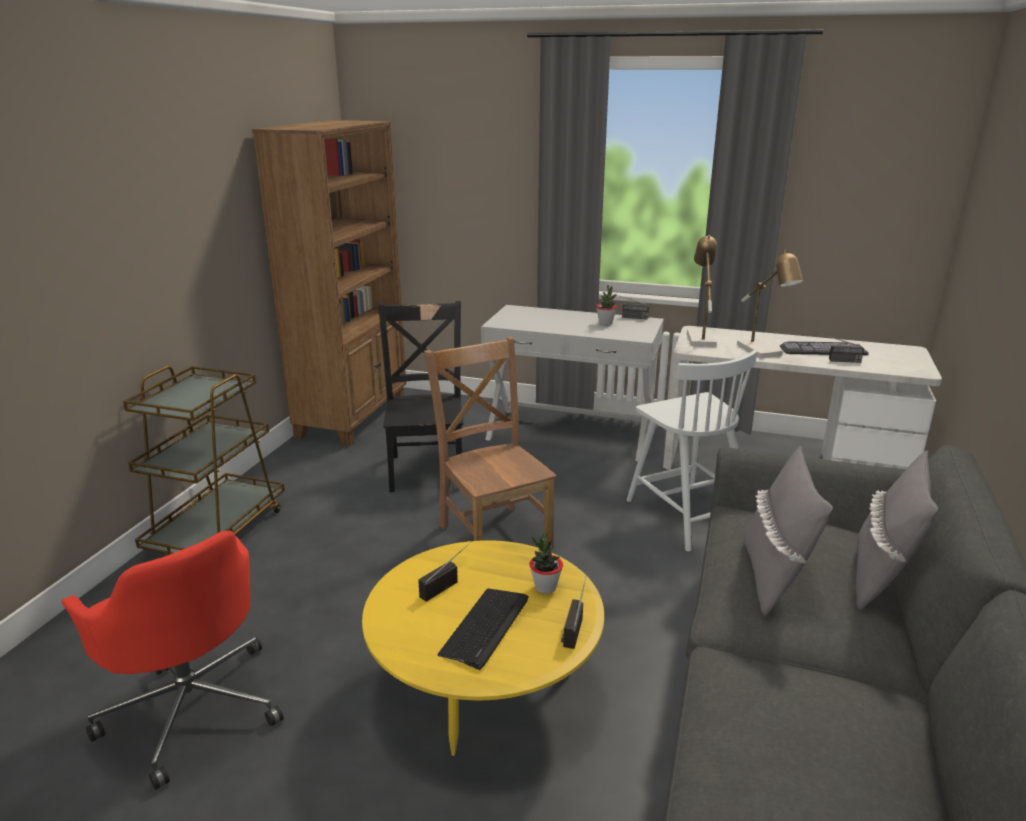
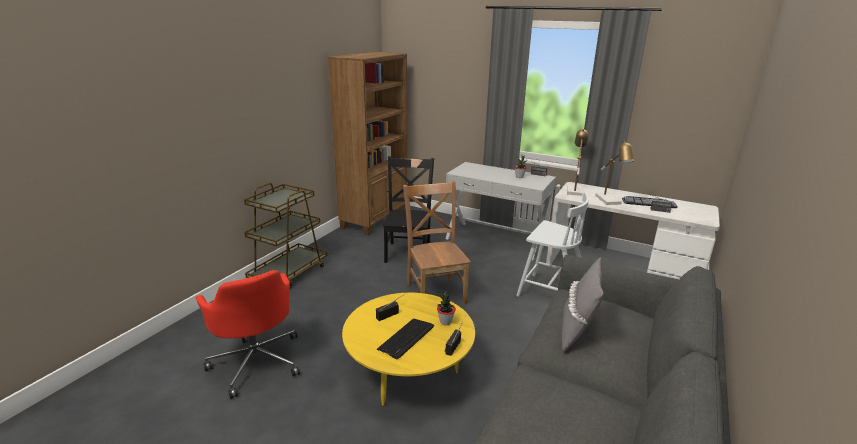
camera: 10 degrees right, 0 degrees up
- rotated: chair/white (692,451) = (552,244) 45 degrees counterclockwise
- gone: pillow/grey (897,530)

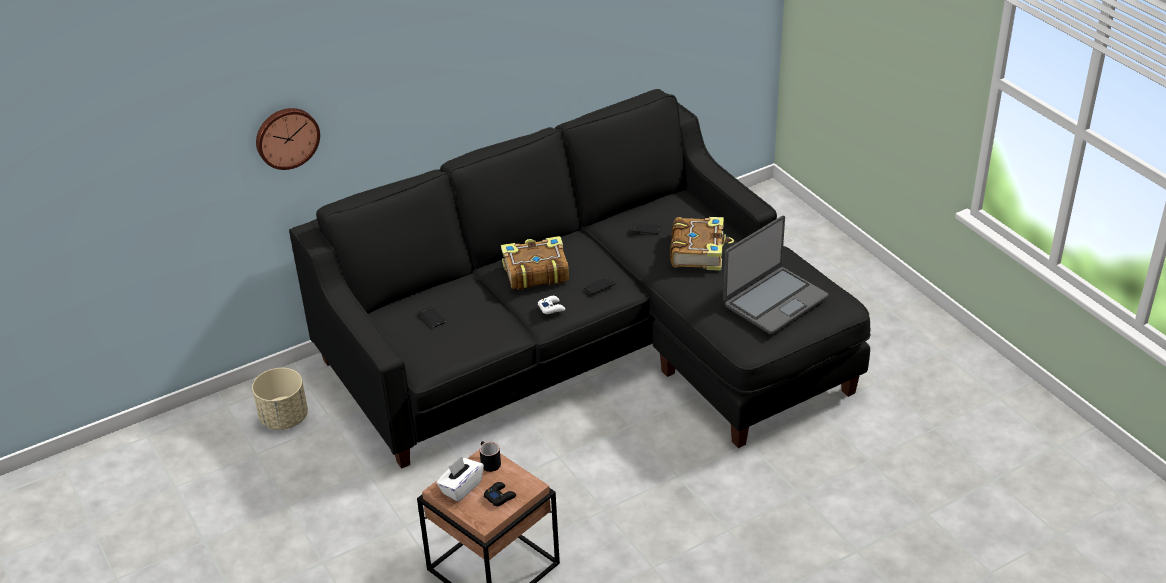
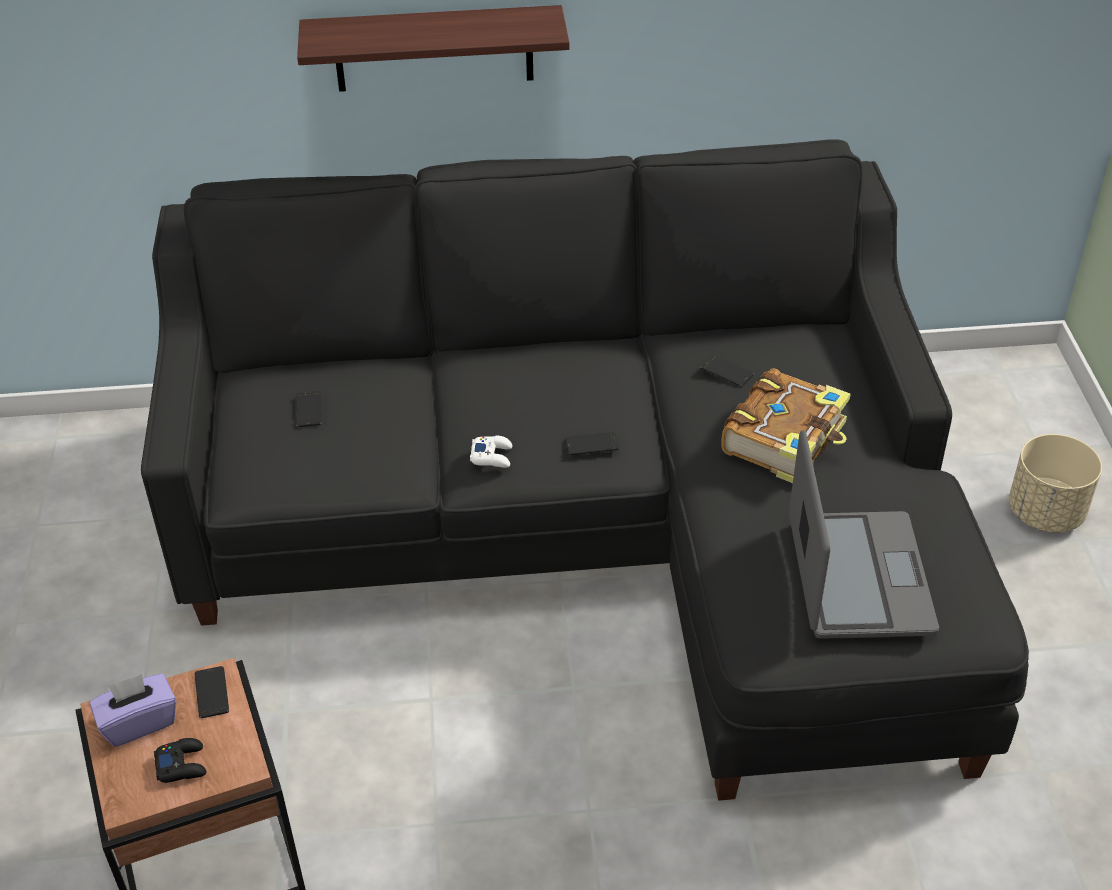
camera: 25 degrees right, 5 degrees up
- repainted: tissue box/white (460,479) to tissue box/purple (133,710)
- swapped: mug/black (490,456) to phone (212,692)
- new: shelf (433,48)
- rotated: laptop (775,275) = (864,534) 75 degrees counterclockwise
- shifted: planter/beige (280,399) to (1055,483)
- gone: wall clock (288,139)
- gone: book (535,263)

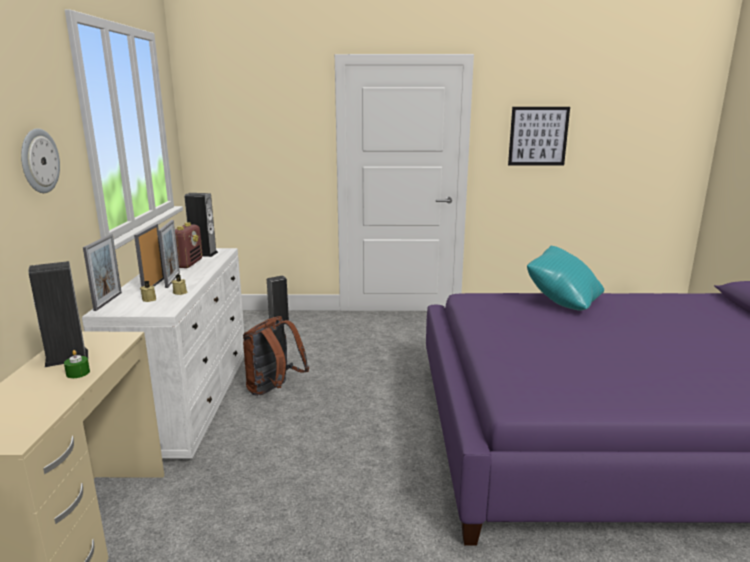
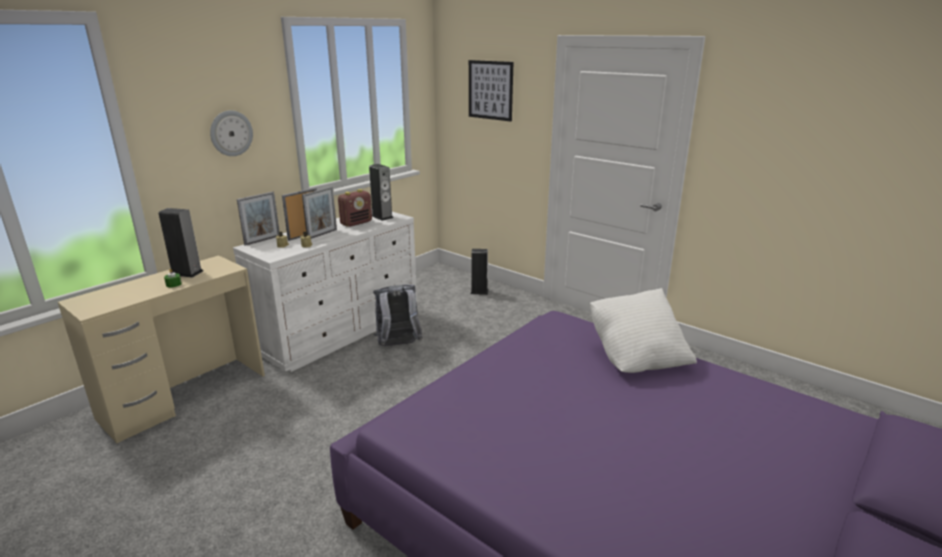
camera: 40 degrees right, 5 degrees up
- repainted: backpack/brown (276,356) to backpack/grey (398,315)
- shifted: picture (539,136) to (491,90)
- repainted: pillow/turquoise (565,278) to pillow/white (643,330)

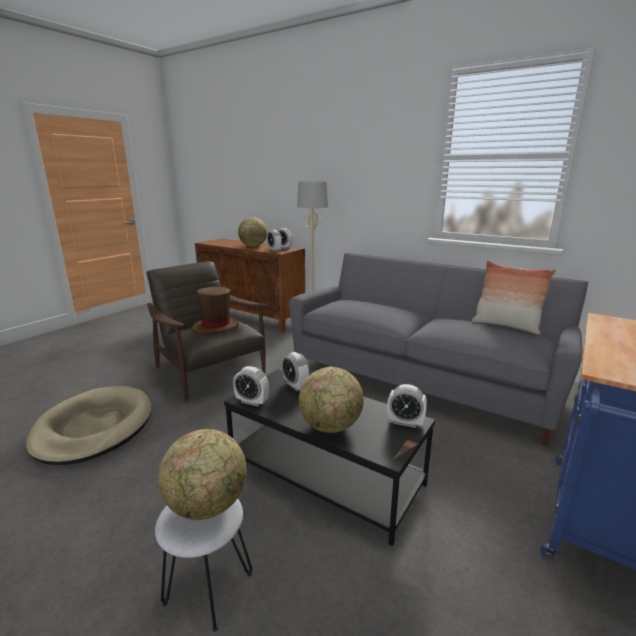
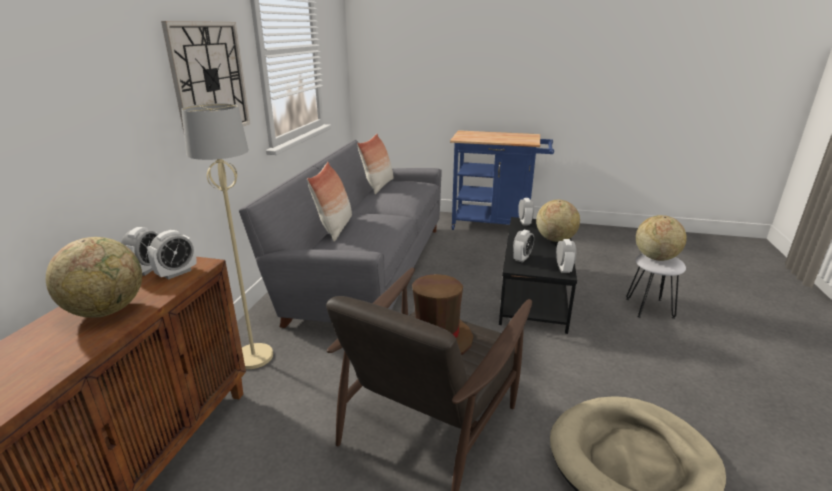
camera: 110 degrees left, 5 degrees up
- new: wall clock (205,76)
- new: pillow (329,202)

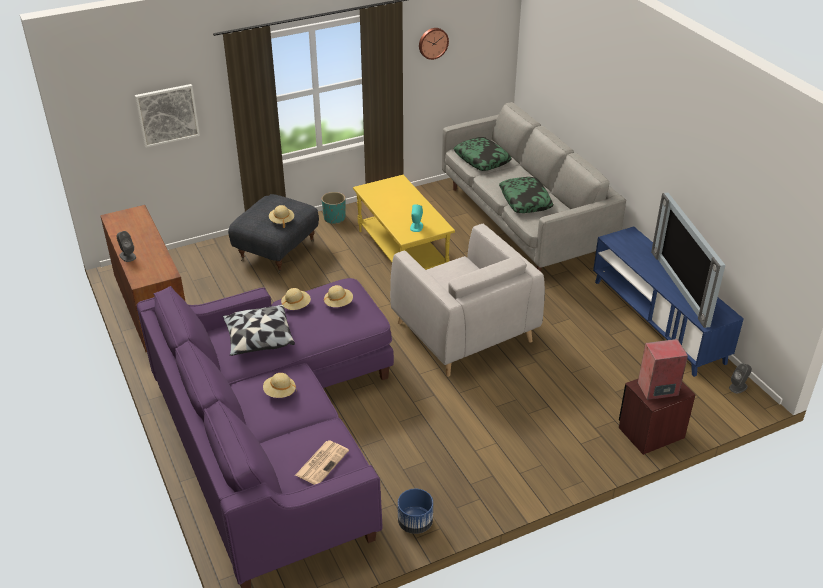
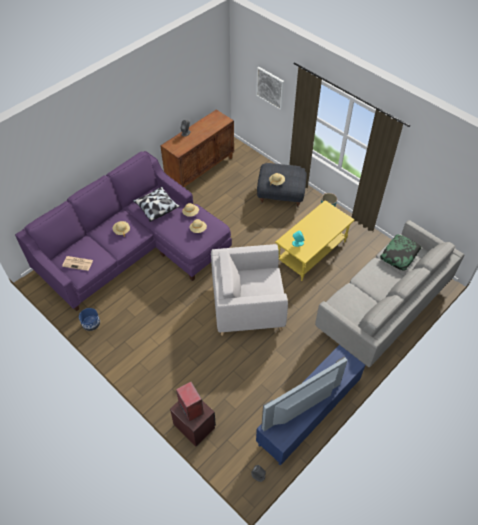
camera: 70 degrees right, 15 degrees up
- rotated: armchair/grey (467,300) = (249,290) 45 degrees clockwise
- gone: wall clock (434,44)
- gone: pillow (526,195)

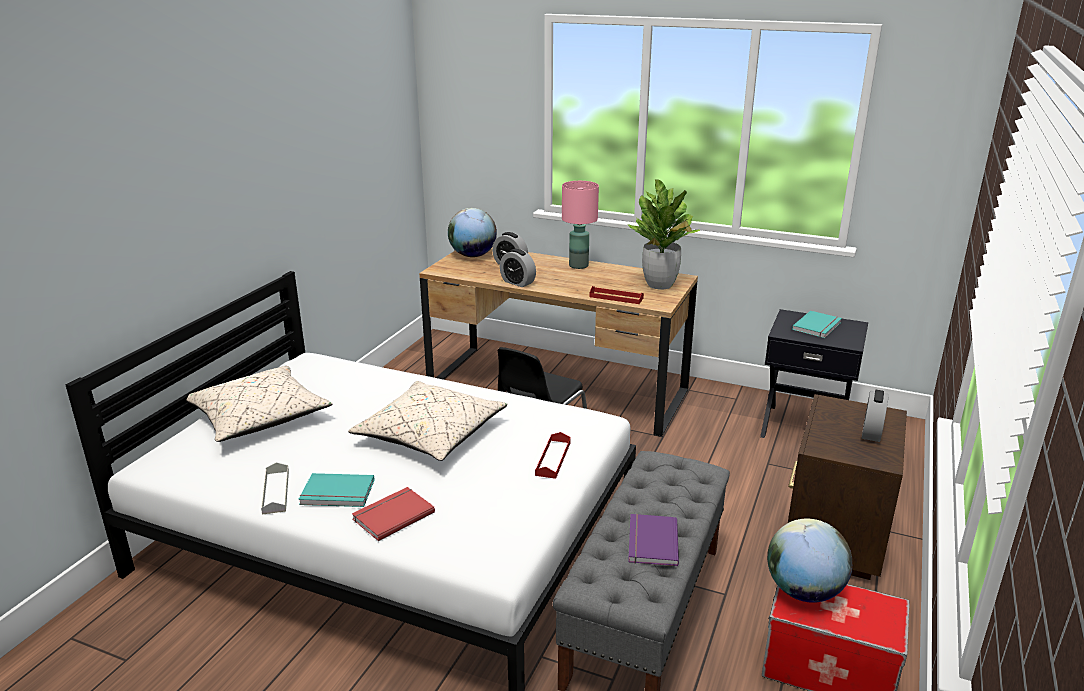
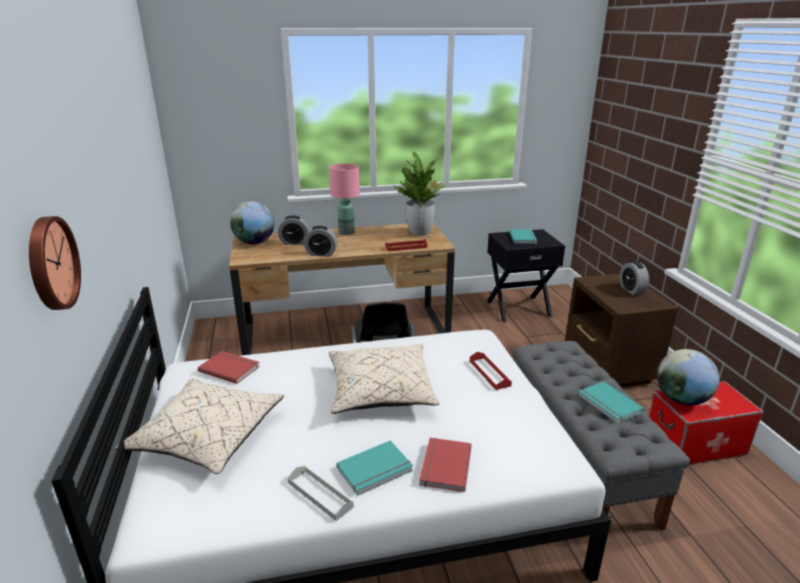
camera: 35 degrees left, 0 degrees up
- new: wall clock (55,263)
- new: book/red (229,367)
- repainted: book/purple (653,540) to book/turquoise (611,402)

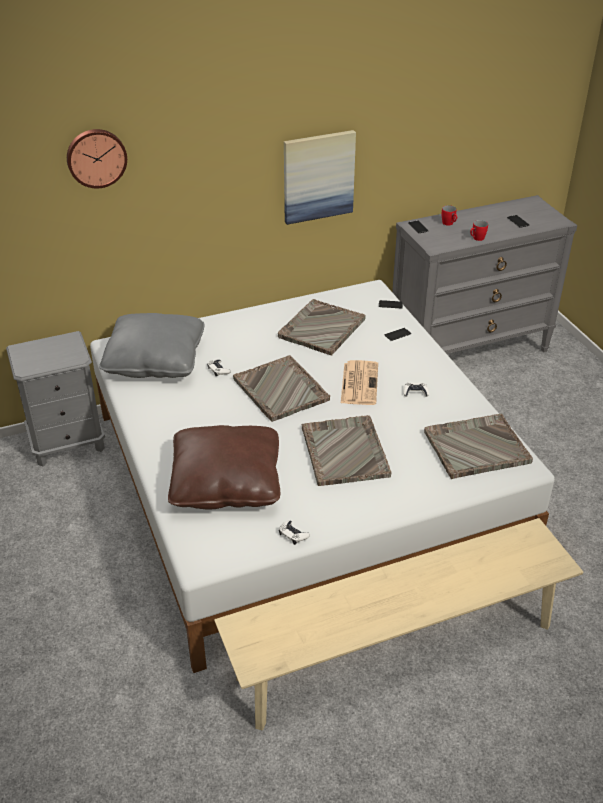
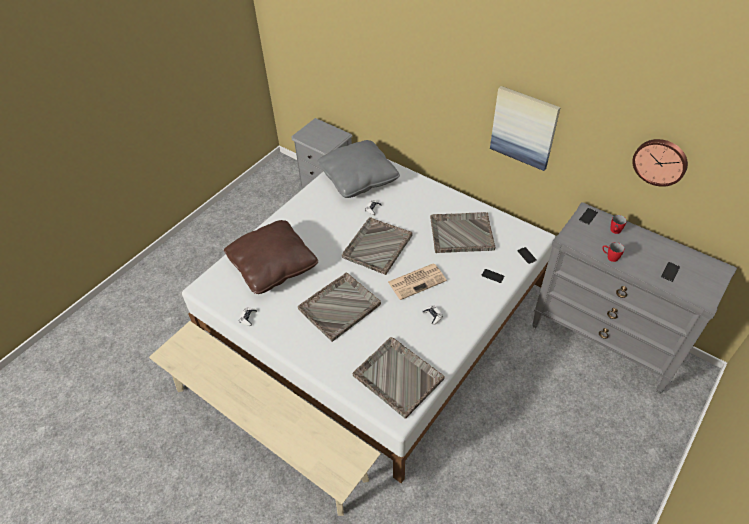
camera: 60 degrees right, 10 degrees up
- shifted: wall clock (97,159) to (660,163)

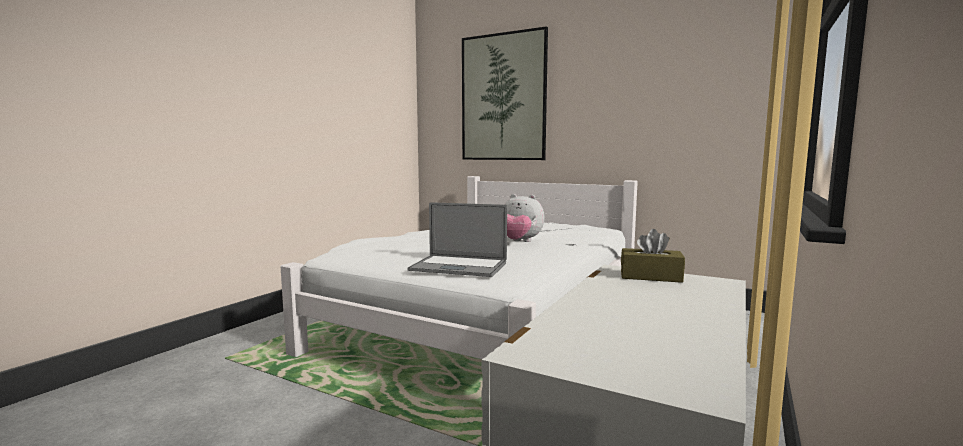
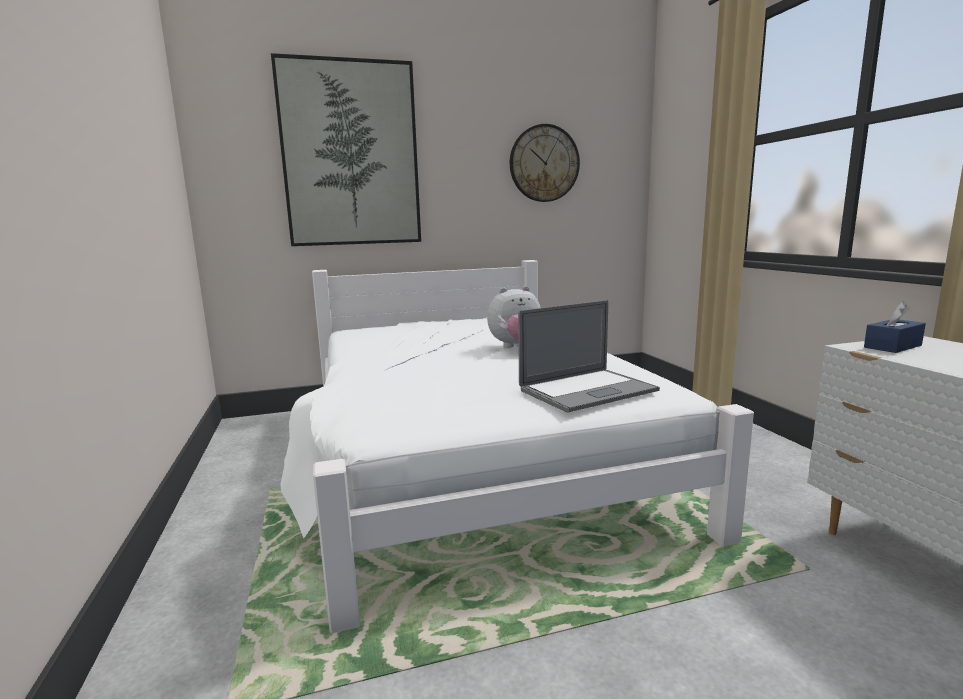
camera: 45 degrees left, 5 degrees up
- new: wall clock (545,163)
- repainted: tissue box/brown (653,256) to tissue box/blue (895,327)

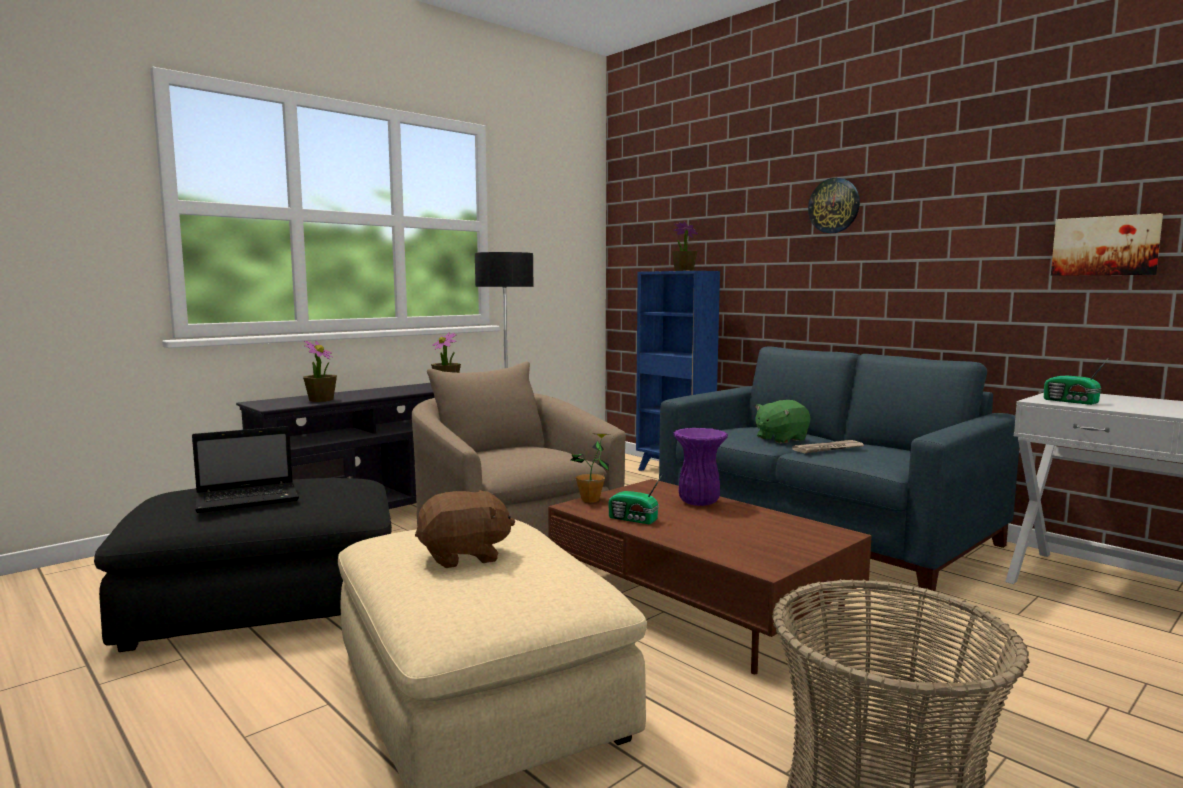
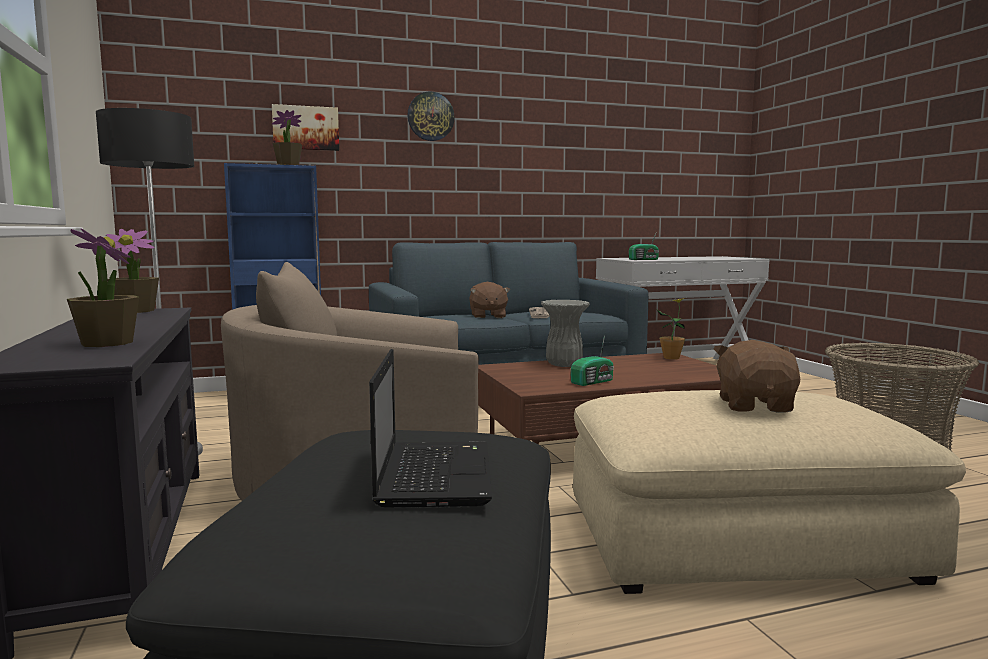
camera: 65 degrees left, 0 degrees up
- shifted: picture (1107,244) to (305,127)
- repainted: plush toy/green (782,422) to plush toy/brown (489,300)
- repainted: vase/purple (700,467) to vase/grey (565,333)
- shifted: potted plant (590,468) to (670,329)

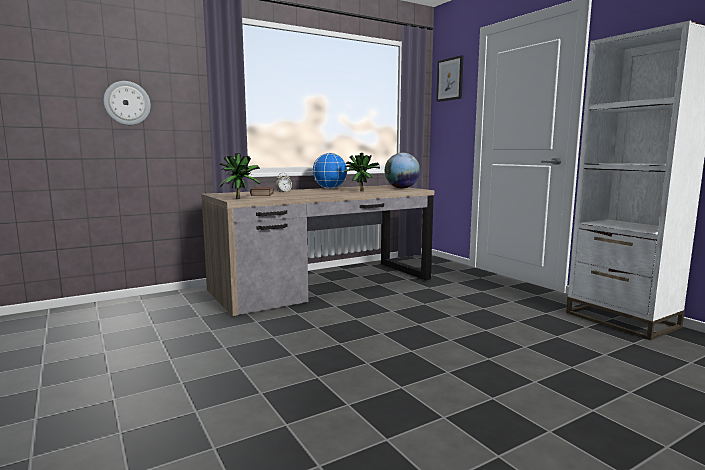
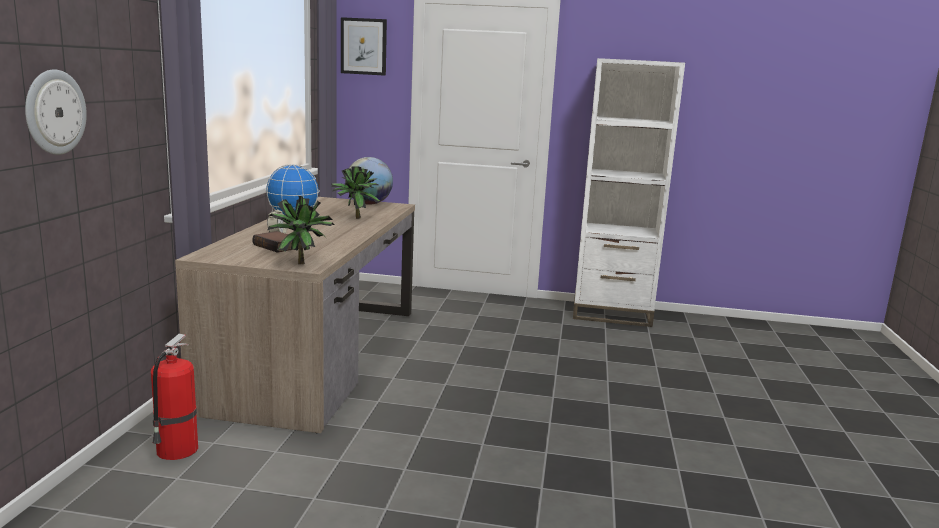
camera: 50 degrees left, 5 degrees up
- new: fire extinguisher (174,397)

